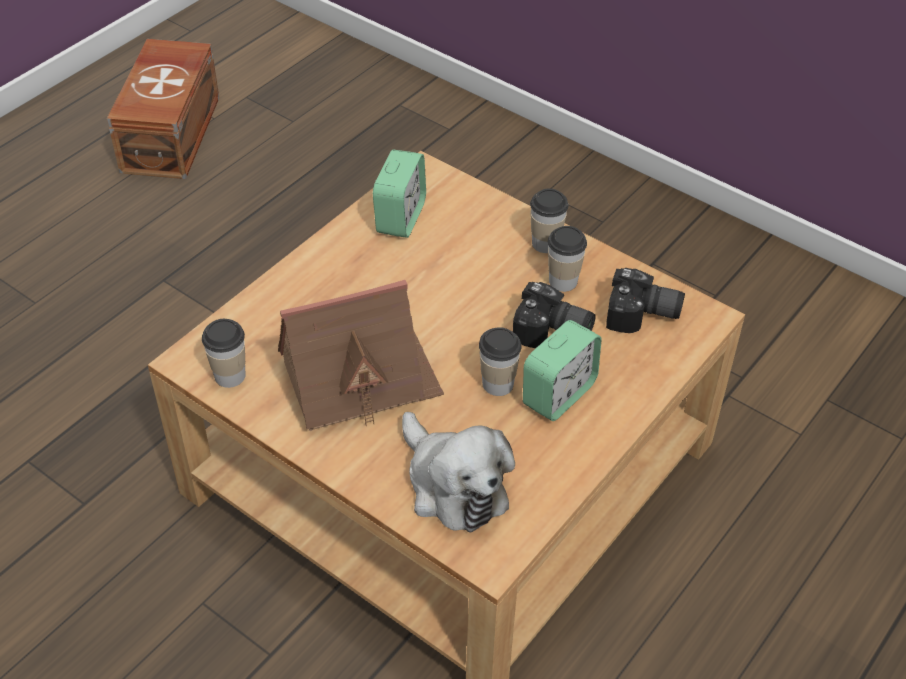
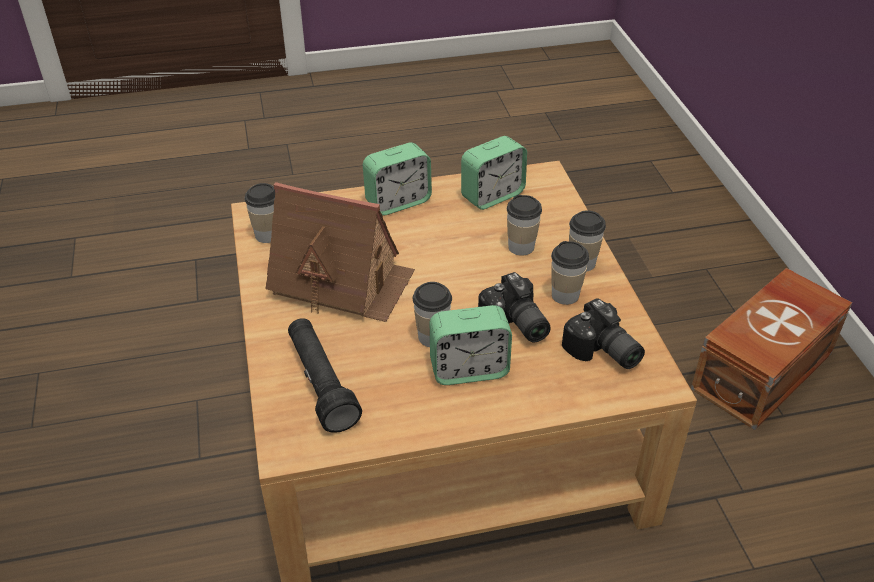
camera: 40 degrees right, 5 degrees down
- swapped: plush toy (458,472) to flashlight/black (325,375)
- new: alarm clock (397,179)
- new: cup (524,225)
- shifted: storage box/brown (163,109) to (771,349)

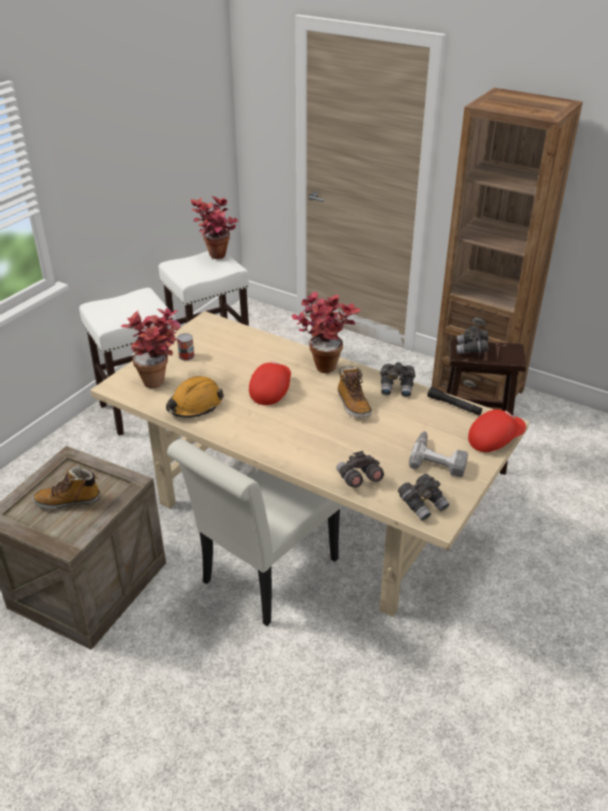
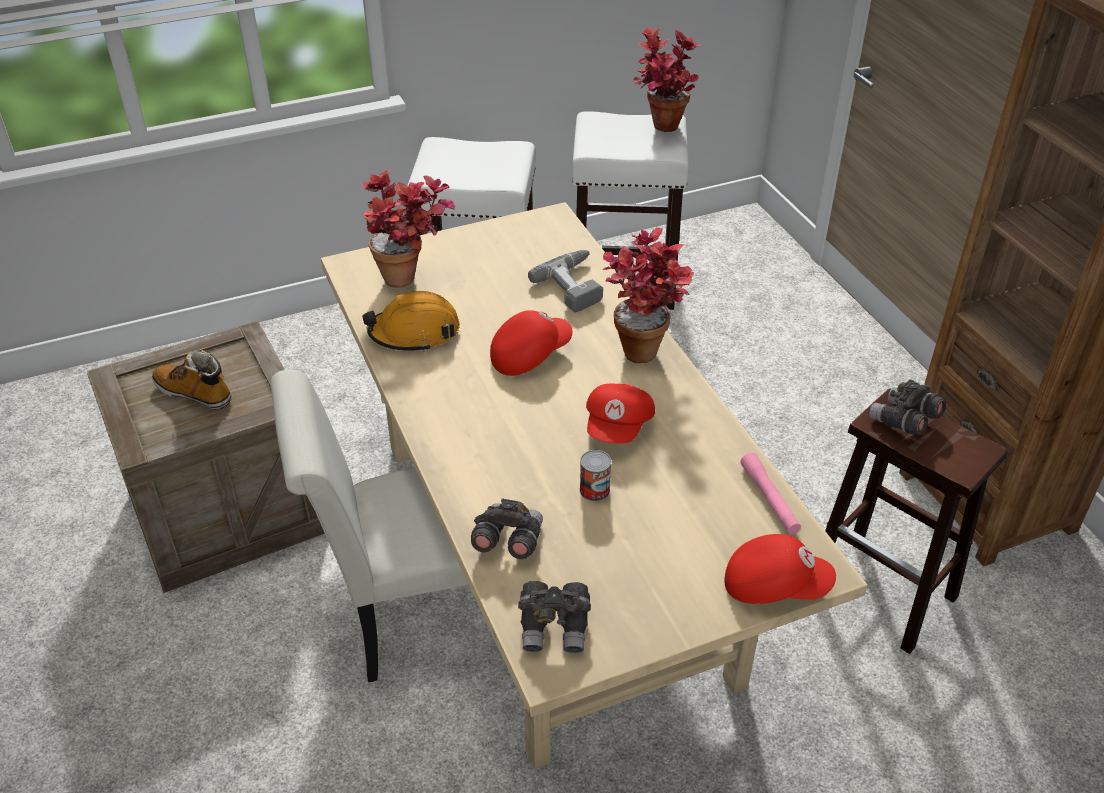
camera: 35 degrees right, 5 degrees up
- shifted: power drill (438,454) to (565,281)
- shifted: can (186,347) to (595,476)
- swapped: boot (355,391) to cap/red (620,413)
- repainted: flashlight/black (455,401) to flashlight/pink (770,493)
- gone: binoculars/grey (397,379)

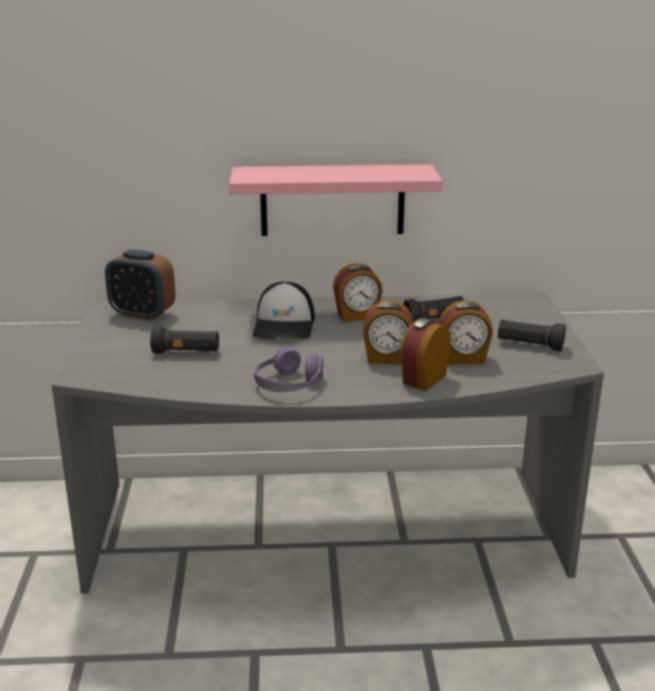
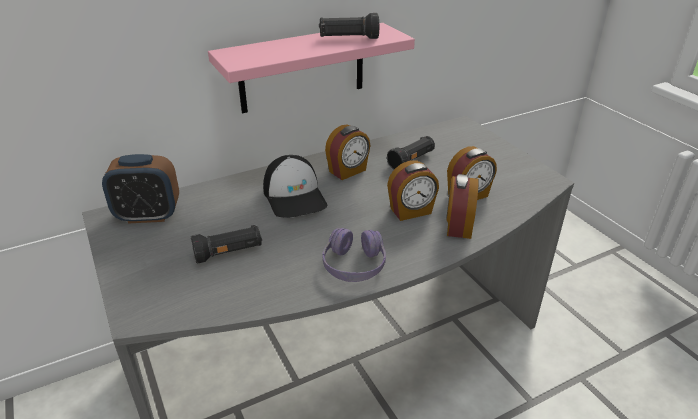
camera: 25 degrees left, 10 degrees up
- shifted: flashlight/black (532,335) to (349,26)

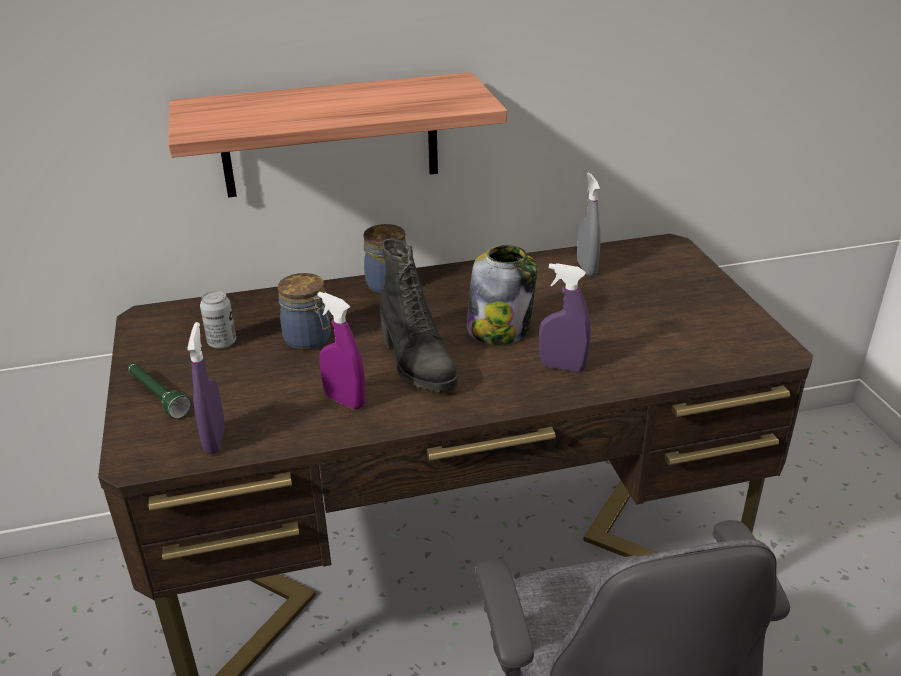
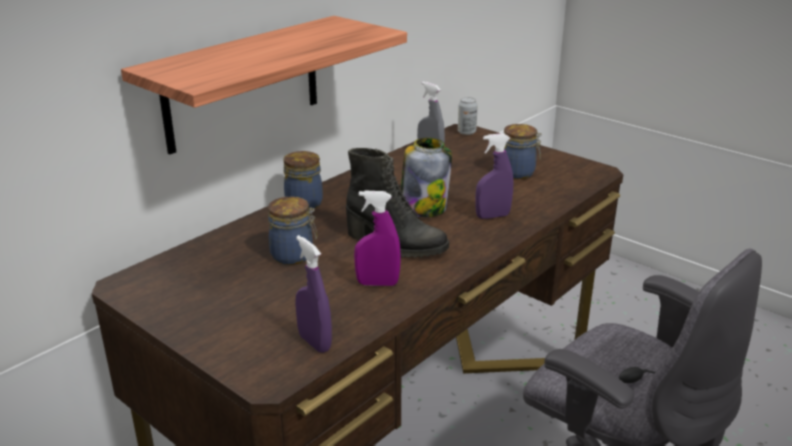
camera: 35 degrees left, 5 degrees down
- shifted: can (218,320) to (468,116)
- new: jar (523,151)
- gone: flashlight/green (159,391)

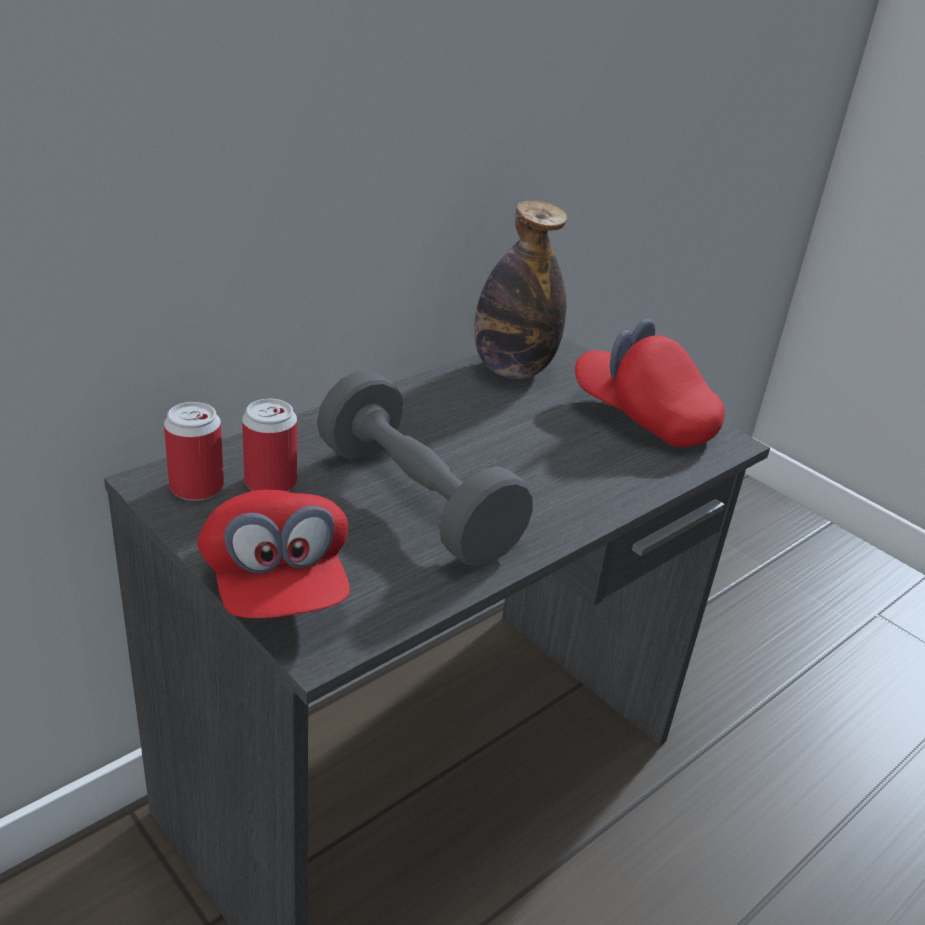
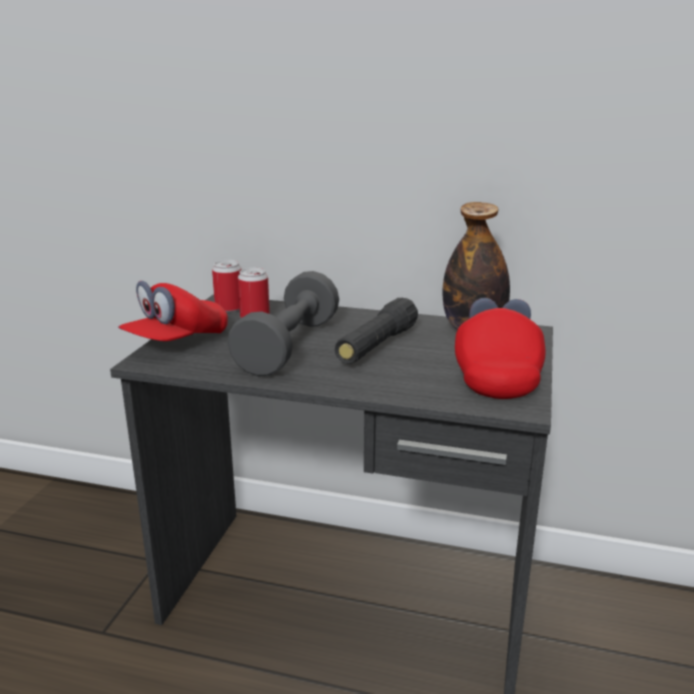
camera: 60 degrees right, 10 degrees down
- new: flashlight/black (376,331)

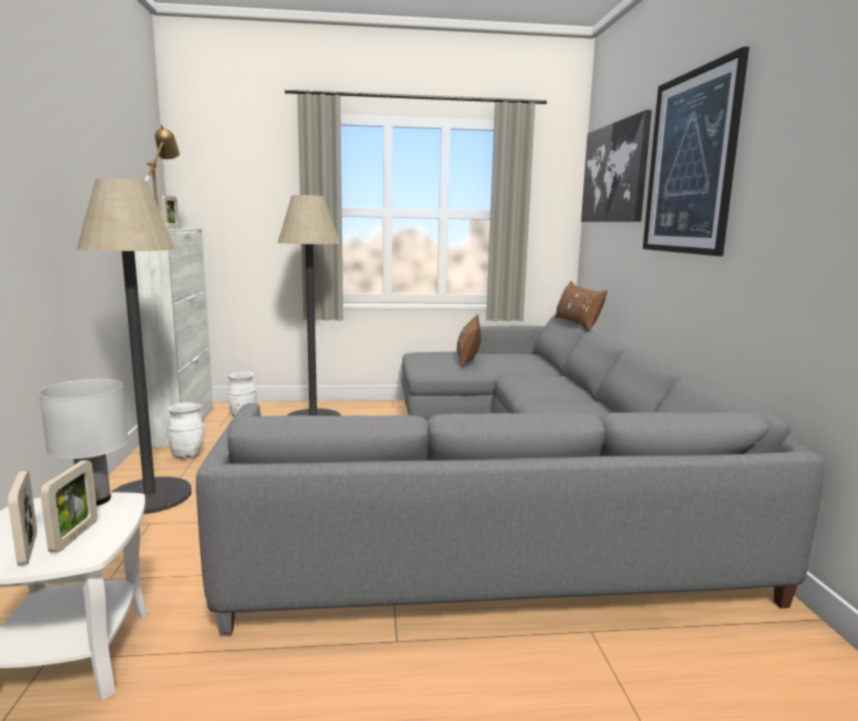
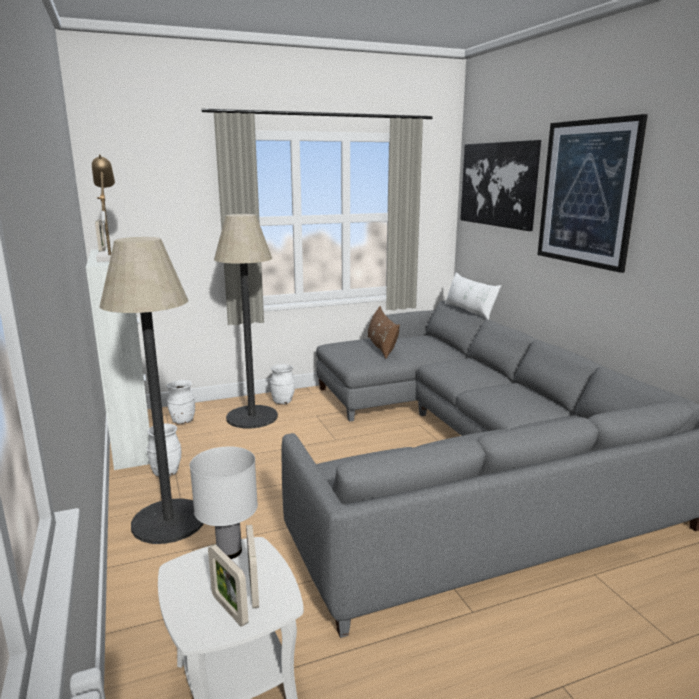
camera: 15 degrees left, 5 degrees up
- new: vase/white (282,384)
- repainted: pillow/brown (581,306) to pillow/white (472,296)

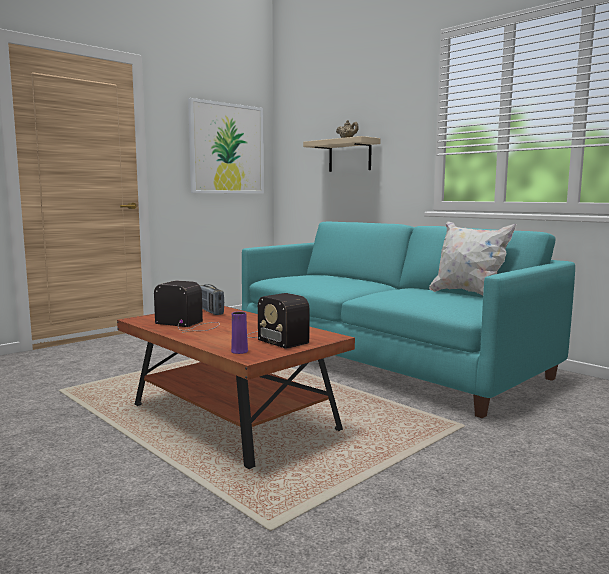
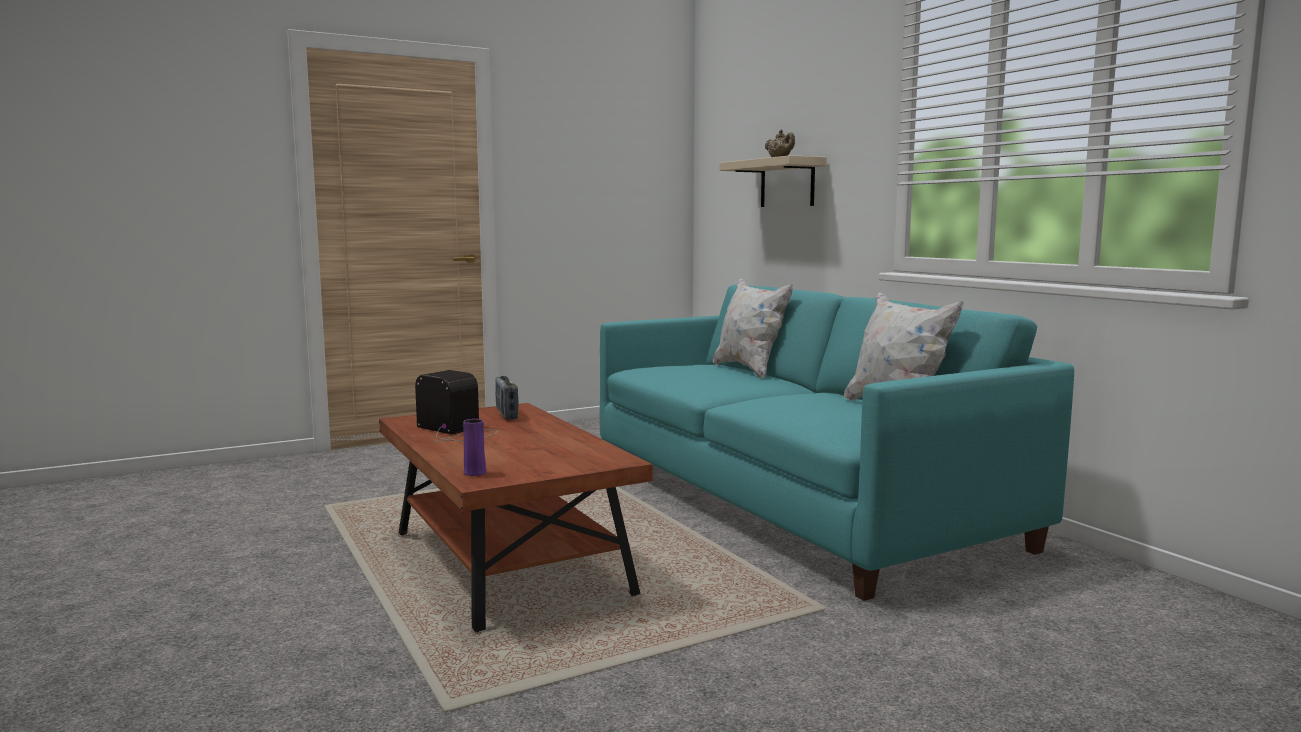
camera: 15 degrees right, 0 degrees up
- new: pillow/white (753,328)
- gone: picture (226,145)
- gone: radio (278,321)

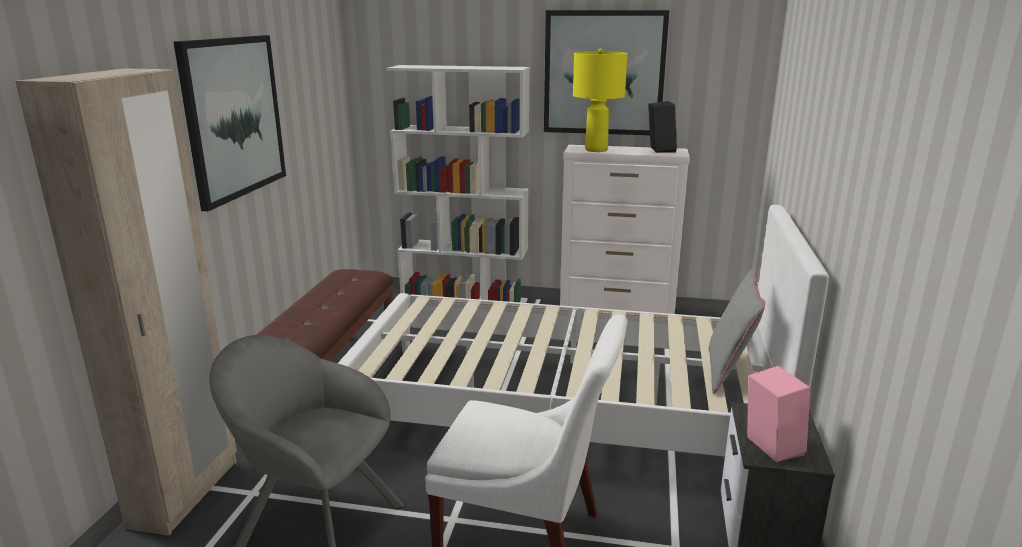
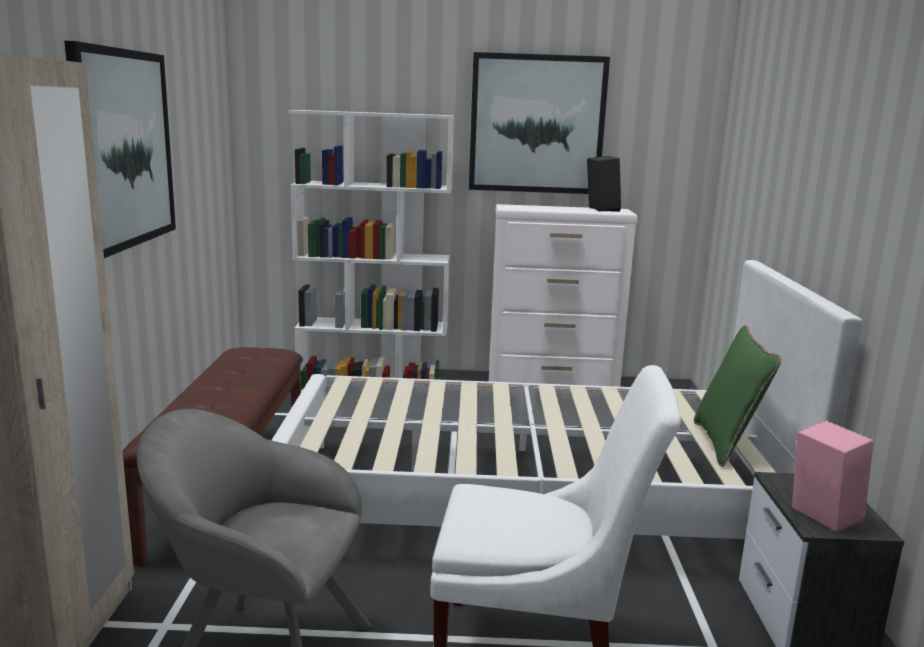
camera: 10 degrees left, 5 degrees down
- repainted: pillow/grey (736,330) to pillow/green (737,396)
- gone: table lamp/yellow (600,100)

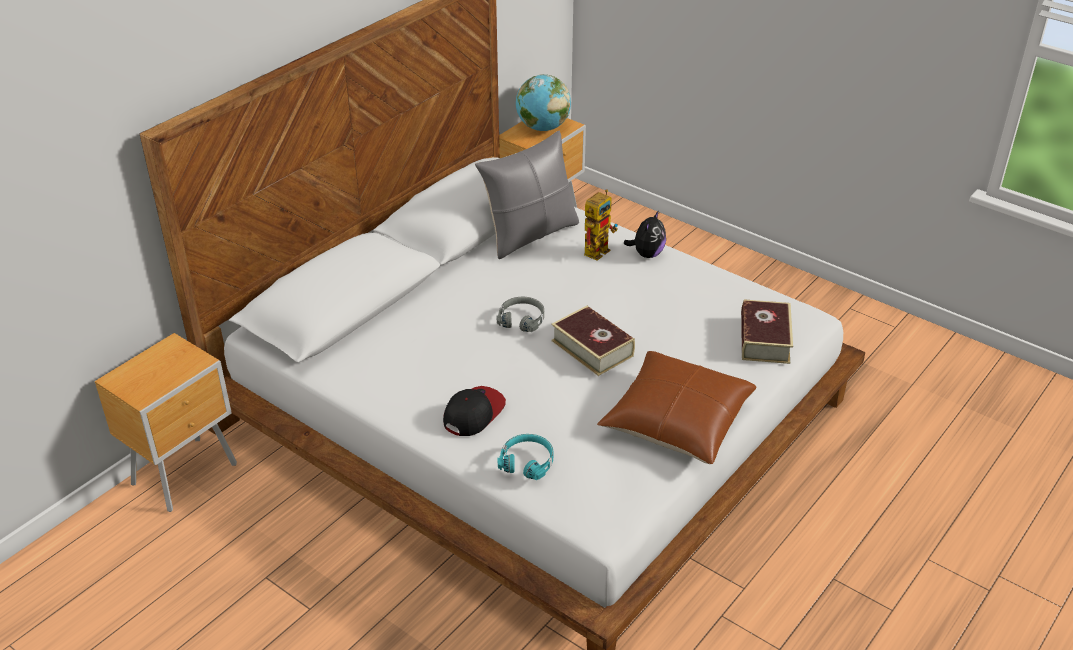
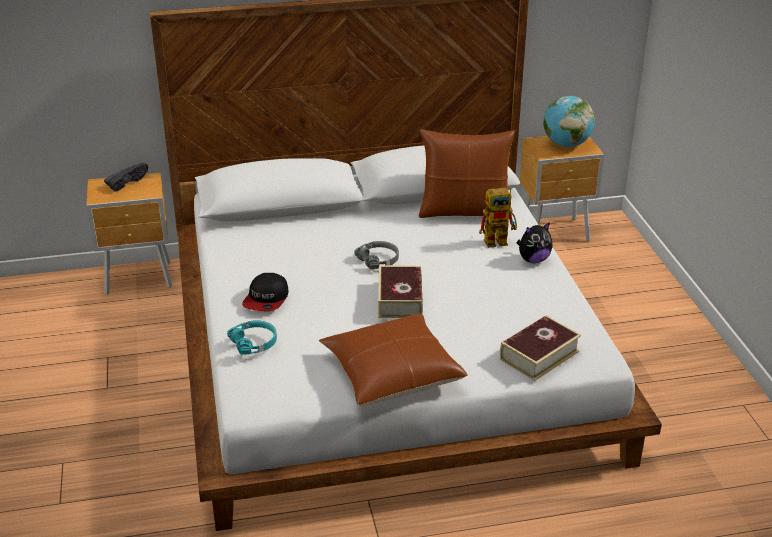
camera: 40 degrees right, 5 degrees down
- new: shoe/black (126,177)
- rotated: cap (474,411) = (265,292) 120 degrees clockwise
- repainted: pillow/grey (527,195) to pillow/brown (467,173)

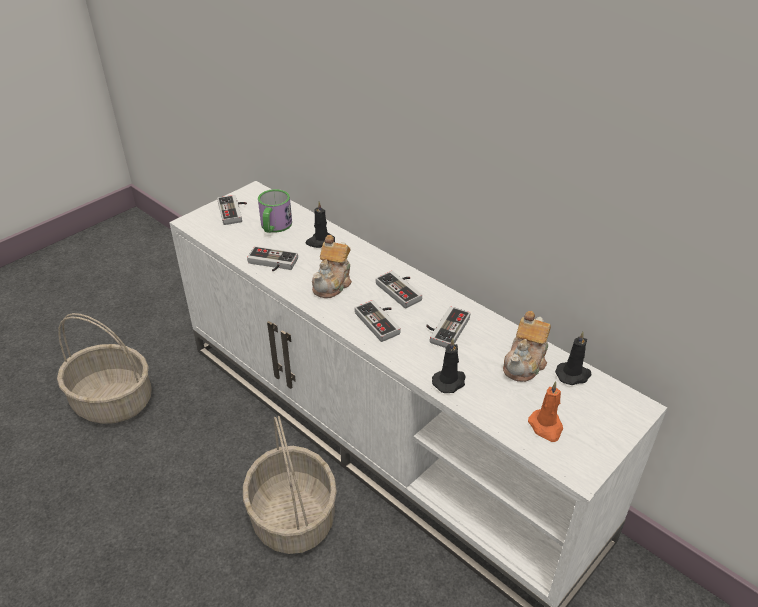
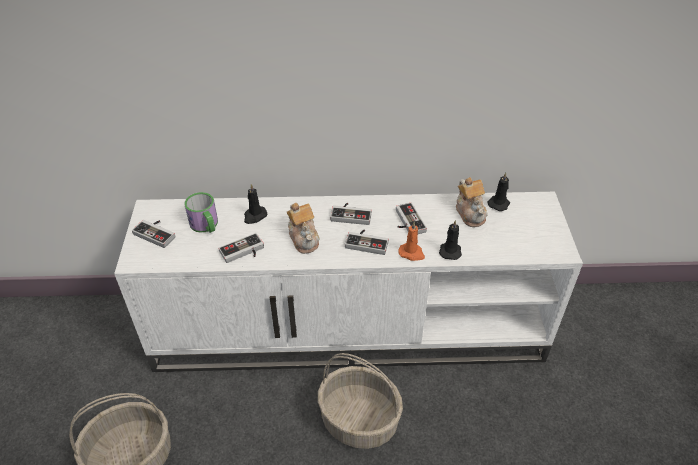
camera: 45 degrees left, 5 degrees up
- shifted: candle/orange (545,411) to (411,241)

